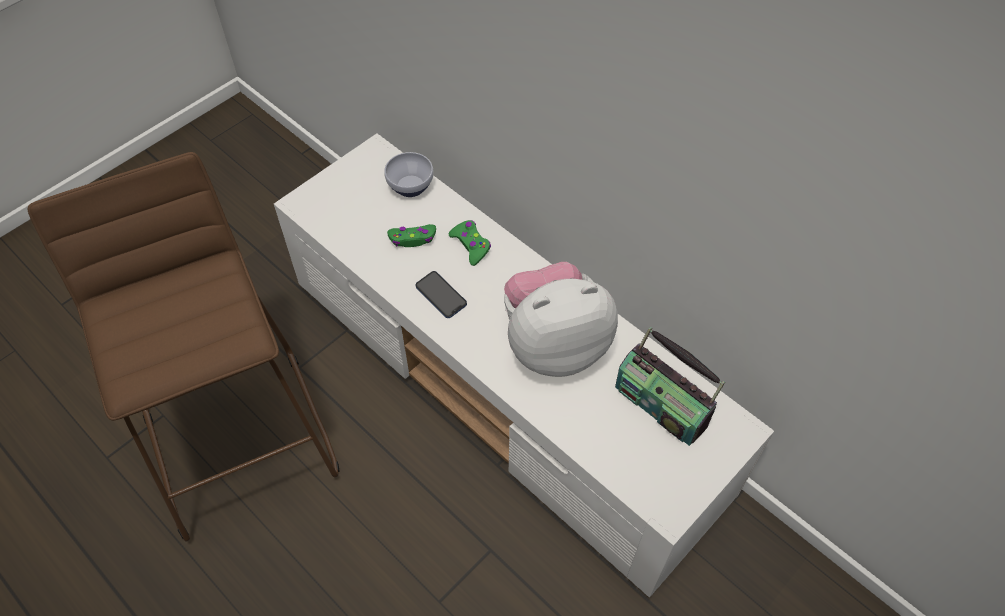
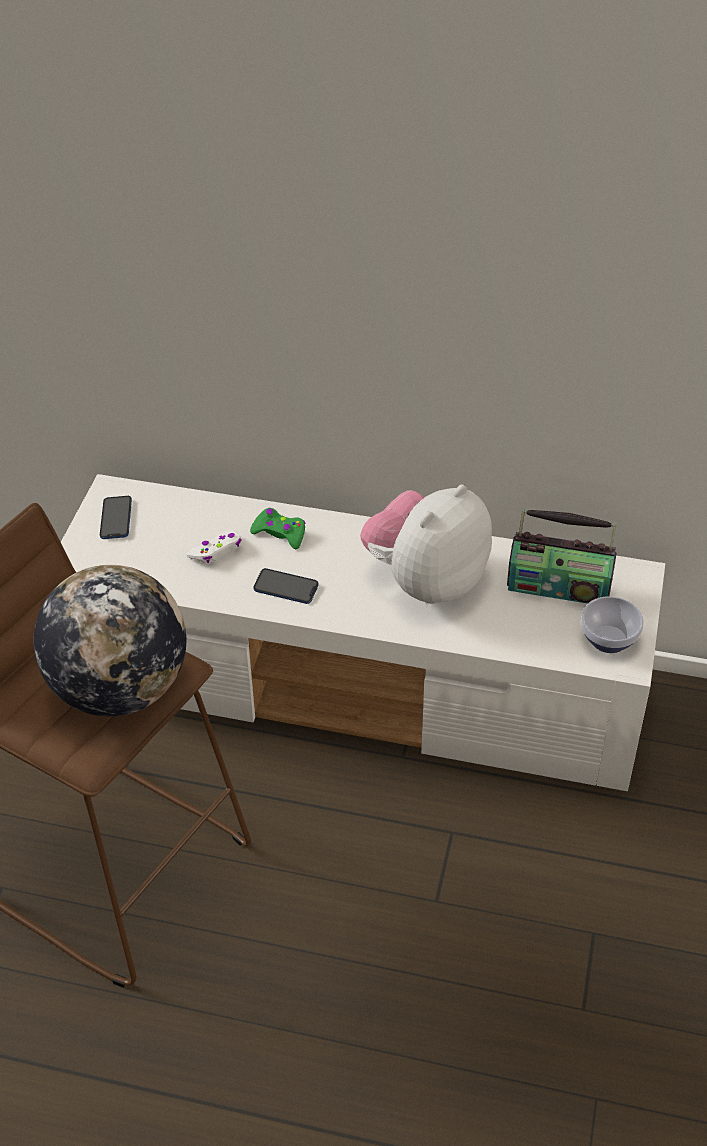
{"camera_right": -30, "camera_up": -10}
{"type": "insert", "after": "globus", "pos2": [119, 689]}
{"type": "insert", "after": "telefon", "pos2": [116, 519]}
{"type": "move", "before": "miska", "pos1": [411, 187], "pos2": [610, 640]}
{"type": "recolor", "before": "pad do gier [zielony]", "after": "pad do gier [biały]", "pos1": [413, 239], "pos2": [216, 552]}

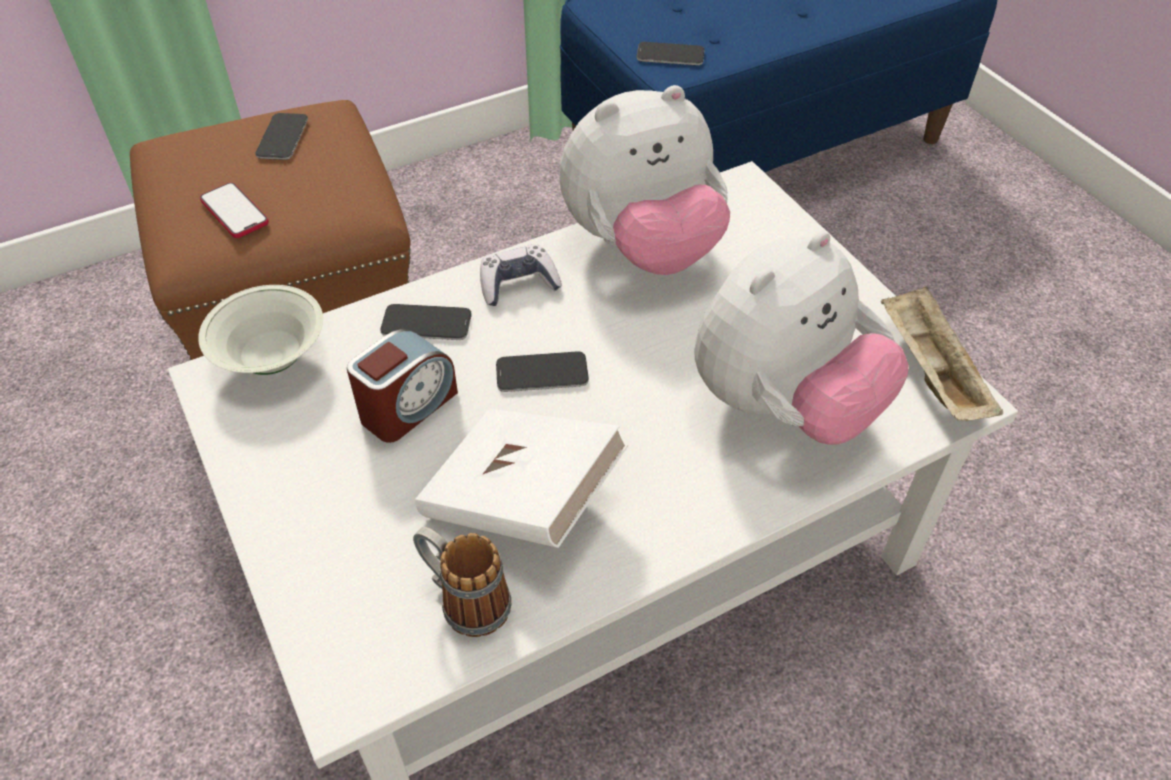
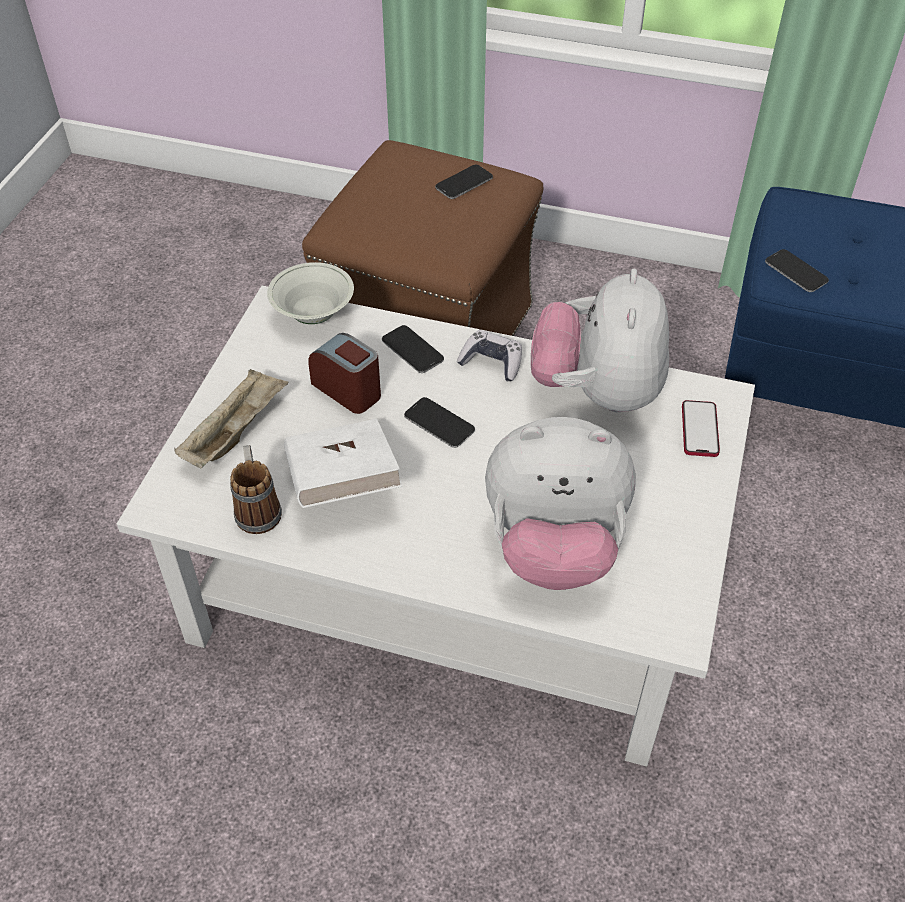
{"camera_right": 45, "camera_up": 0}
{"type": "move", "before": "telefon", "pos1": [235, 212], "pos2": [700, 430]}
{"type": "move", "before": "taca [beżowy]", "pos1": [929, 371], "pos2": [235, 432]}
{"type": "rotate", "before": "budzik", "pos1": [408, 407], "pos2": [348, 390], "turn": -135}
{"type": "rotate", "before": "pluszak", "pos1": [643, 247], "pos2": [597, 391], "turn": 75}

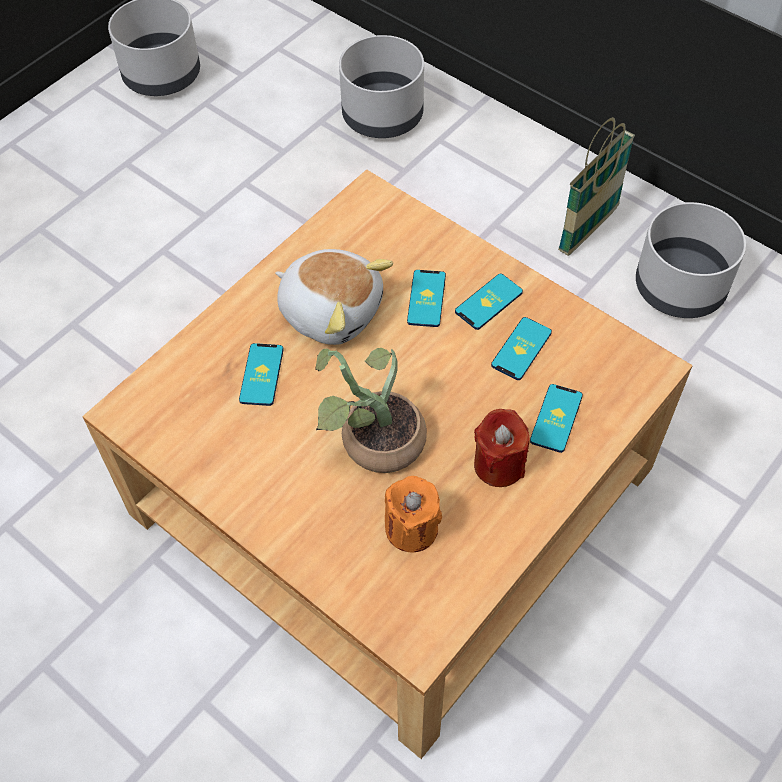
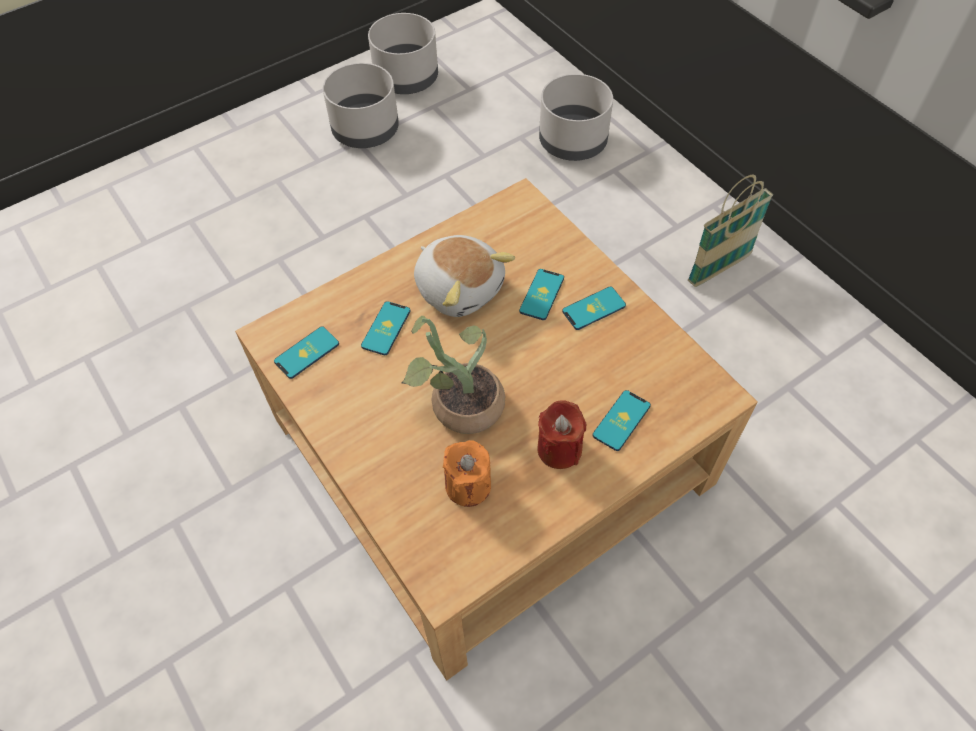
{"camera_right": 15, "camera_up": 0}
{"type": "move", "before": "telefon", "pos1": [521, 349], "pos2": [307, 353]}
{"type": "move", "before": "donica [szary]", "pos1": [681, 287], "pos2": [366, 130]}

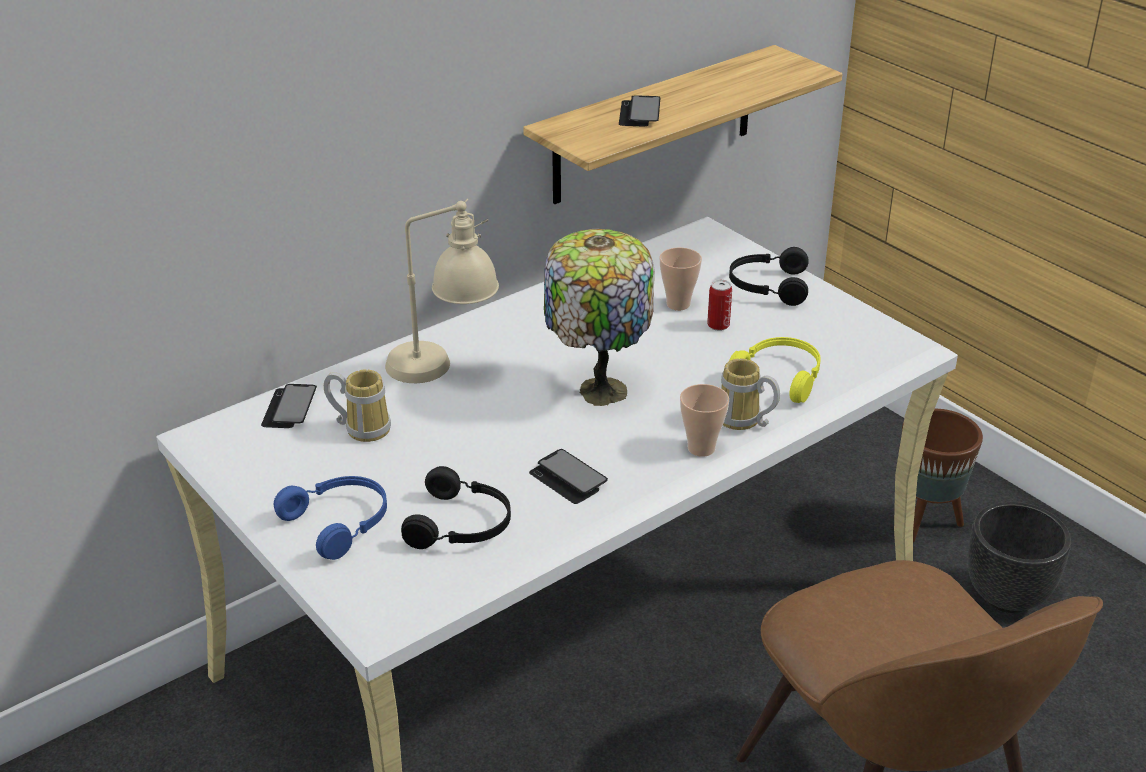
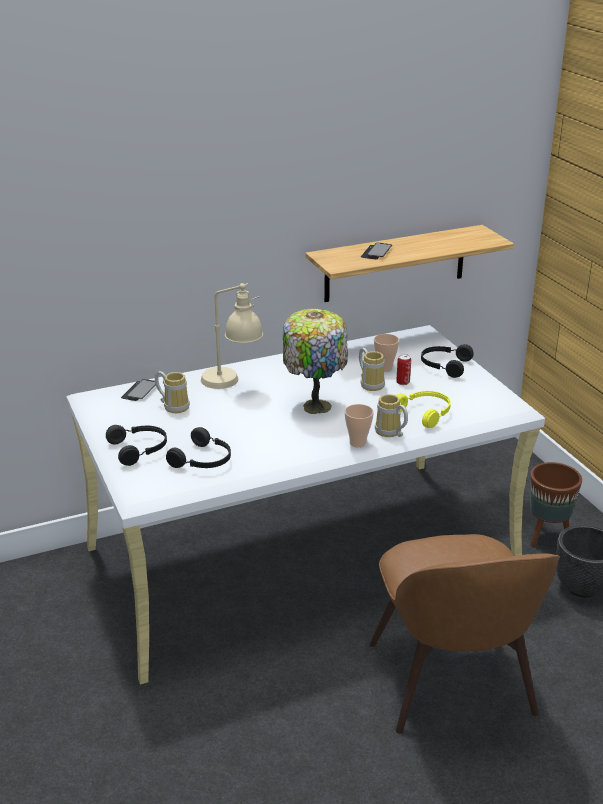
{"camera_right": 15, "camera_up": -5}
{"type": "delete", "before": "telefon", "pos1": [568, 478]}
{"type": "insert", "after": "kubek", "pos2": [371, 384]}
{"type": "recolor", "before": "słuchawki [niebieski]", "after": "słuchawki [czarny]", "pos1": [340, 523], "pos2": [139, 449]}

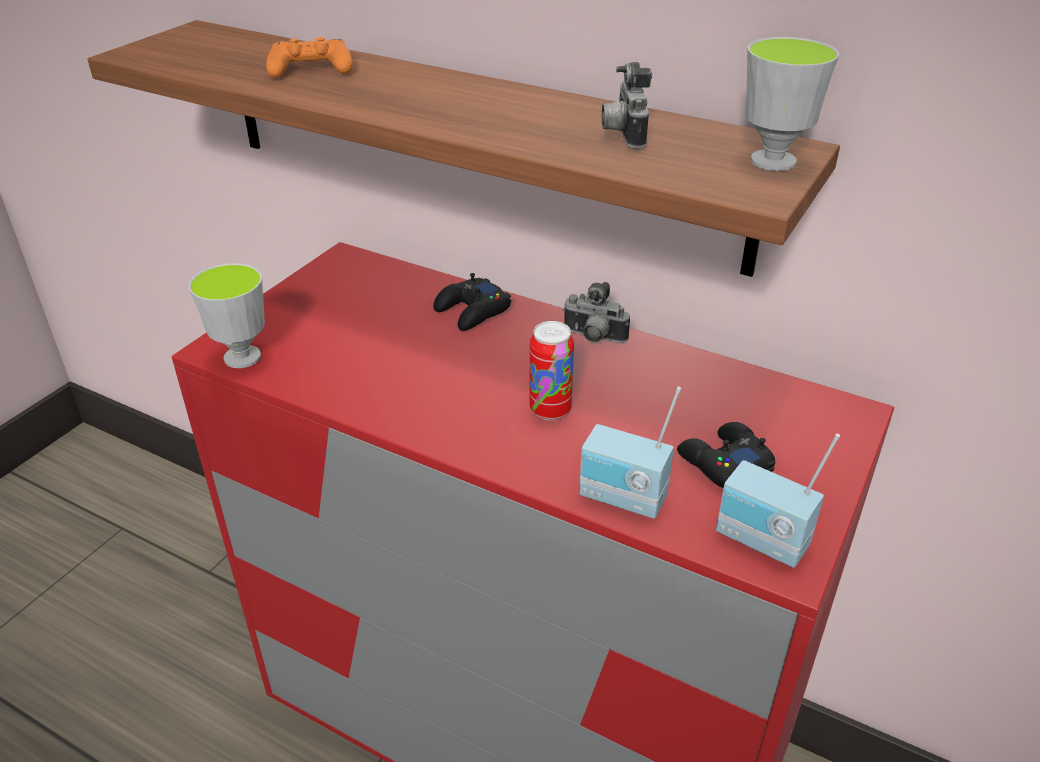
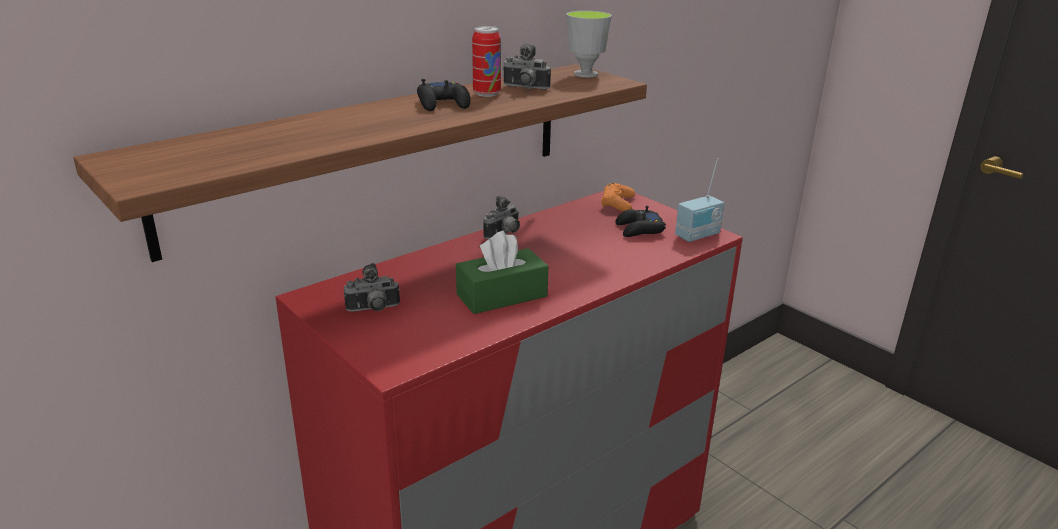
{"camera_right": -70, "camera_up": -10}
{"type": "delete", "before": "filiżanka", "pos1": [242, 357]}
{"type": "delete", "before": "radio", "pos1": [622, 499]}
{"type": "insert", "after": "aparat fotograficzny", "pos2": [373, 310]}
{"type": "insert", "after": "pudełko chusteczek [zielony]", "pos2": [502, 295]}
{"type": "move", "before": "pad do gier [pomarańczowy]", "pos1": [311, 70], "pos2": [617, 203]}
{"type": "move", "before": "pad do gier [czarny]", "pos1": [472, 311], "pos2": [443, 104]}
{"type": "move", "before": "puszka", "pos1": [550, 410], "pos2": [486, 93]}

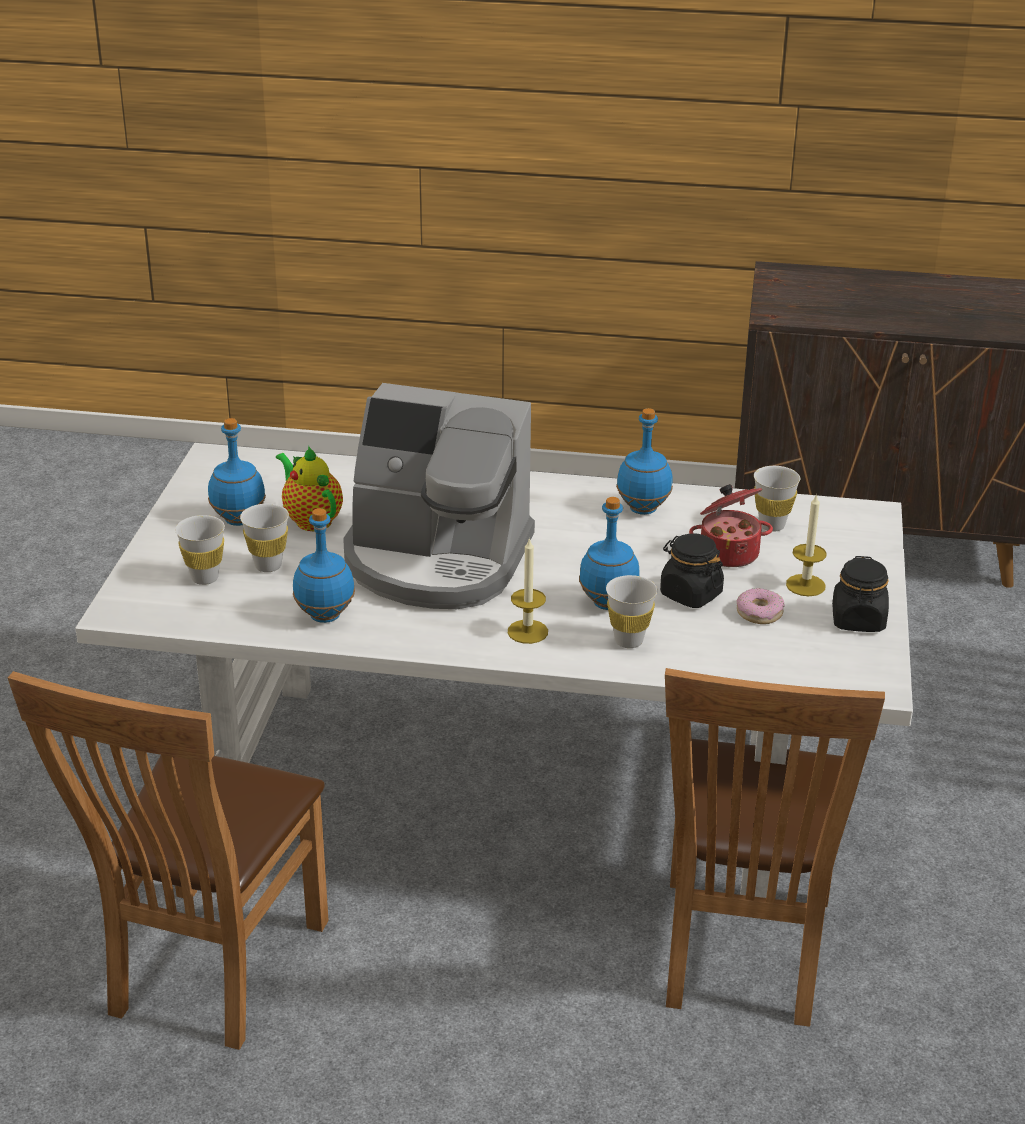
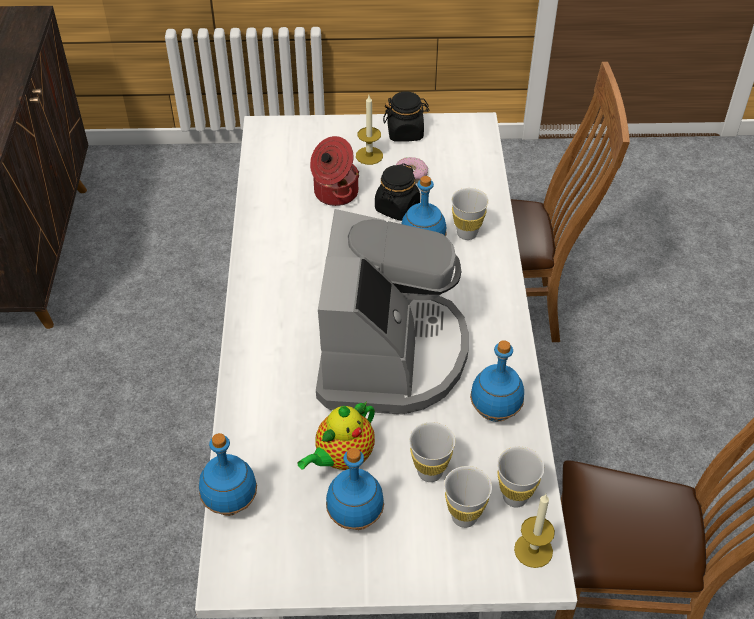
{"camera_right": -100, "camera_up": 15}
{"type": "move", "before": "świeca", "pos1": [527, 631], "pos2": [533, 550]}
{"type": "move", "before": "butelka [niebieski]", "pos1": [643, 509], "pos2": [230, 503]}
{"type": "move", "before": "filiżanka [biały]", "pos1": [772, 525], "pos2": [515, 497]}

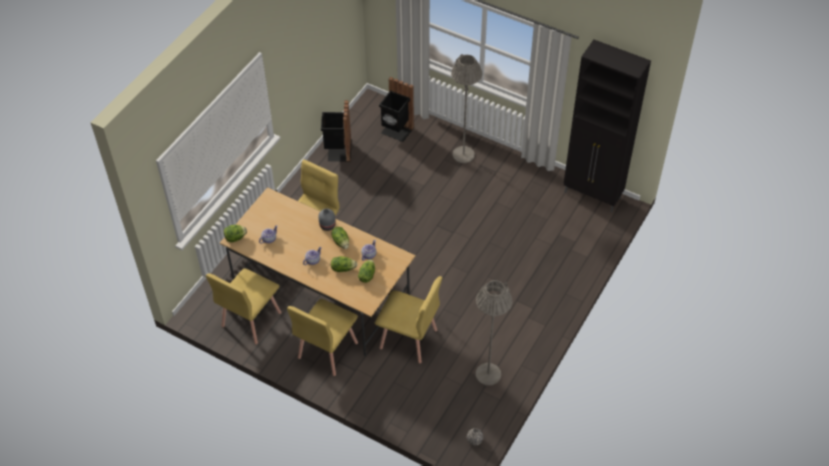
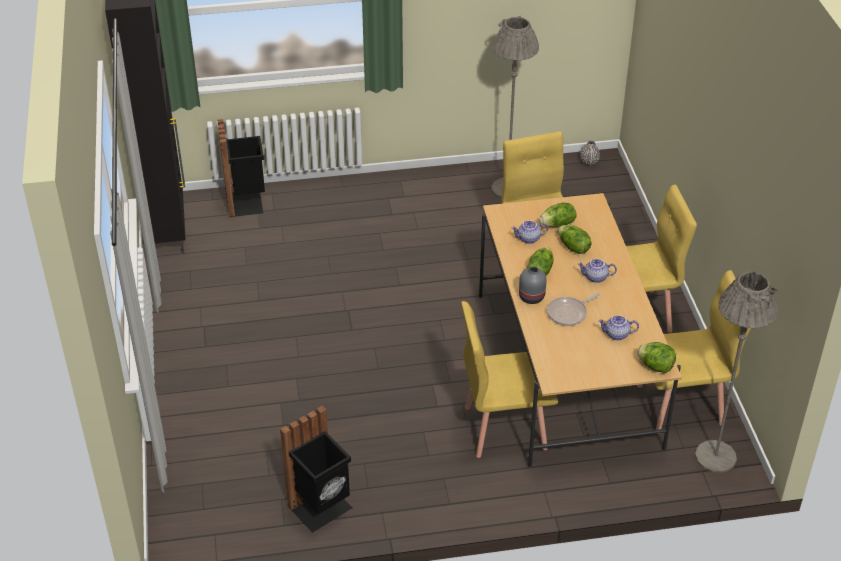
{"camera_right": -130, "camera_up": -10}
{"type": "insert", "after": "patelnia", "pos2": [569, 313]}
{"type": "move", "before": "kosz na śmieci [czarny]", "pos1": [396, 131], "pos2": [246, 202]}
{"type": "move", "before": "lampa stojąca [szary]", "pos1": [463, 155], "pos2": [715, 456]}

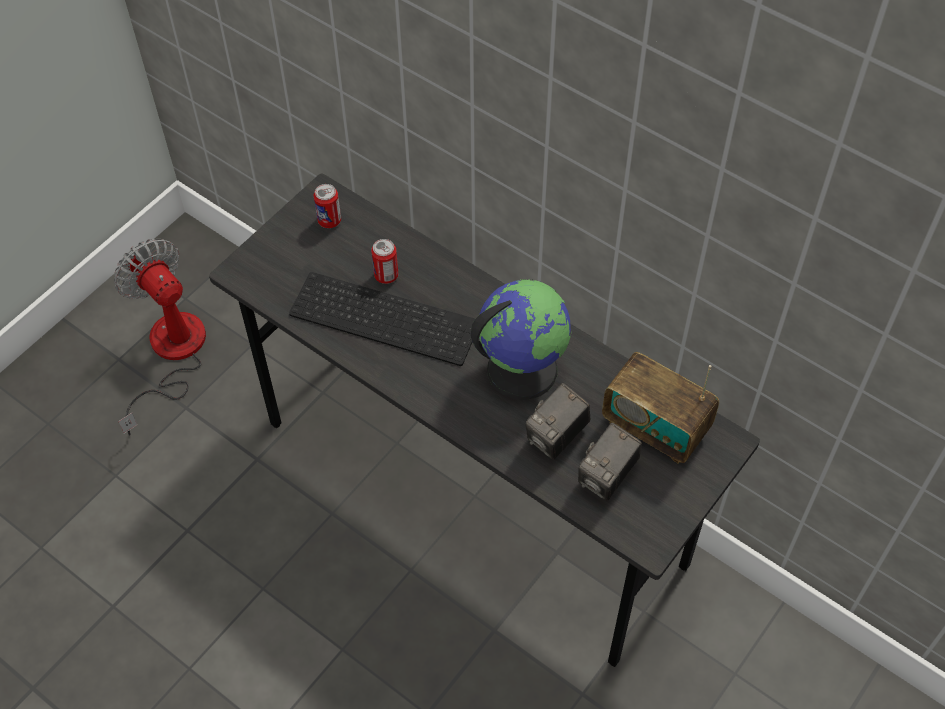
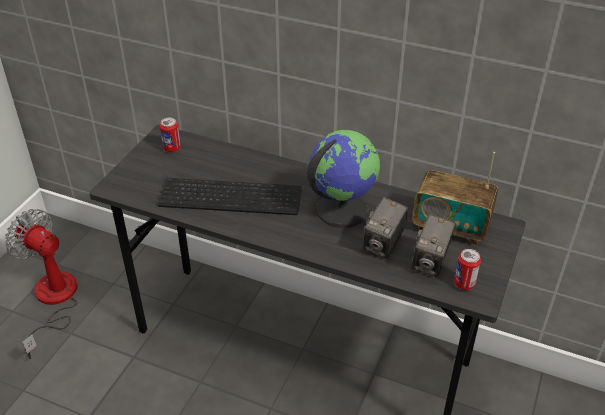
{"camera_right": -15, "camera_up": -15}
{"type": "move", "before": "puszka", "pos1": [386, 275], "pos2": [464, 283]}

